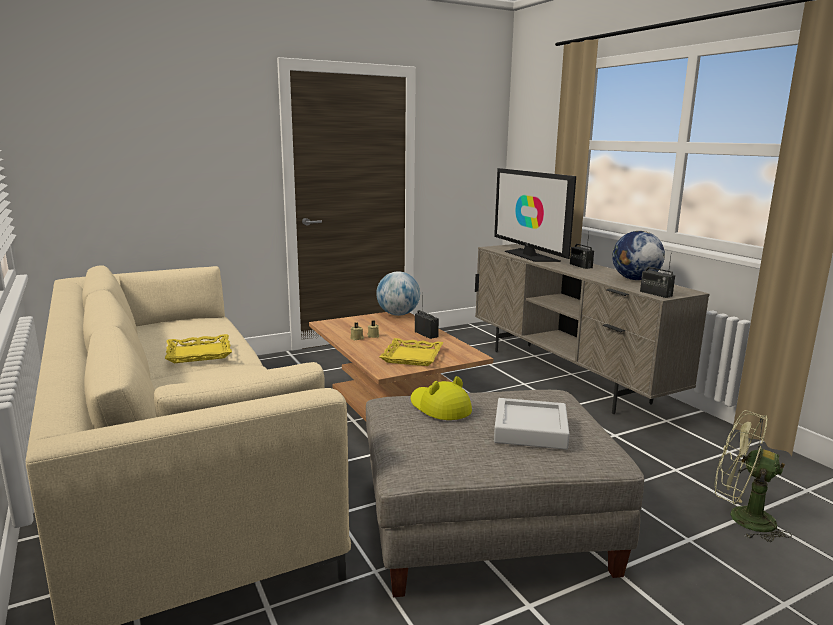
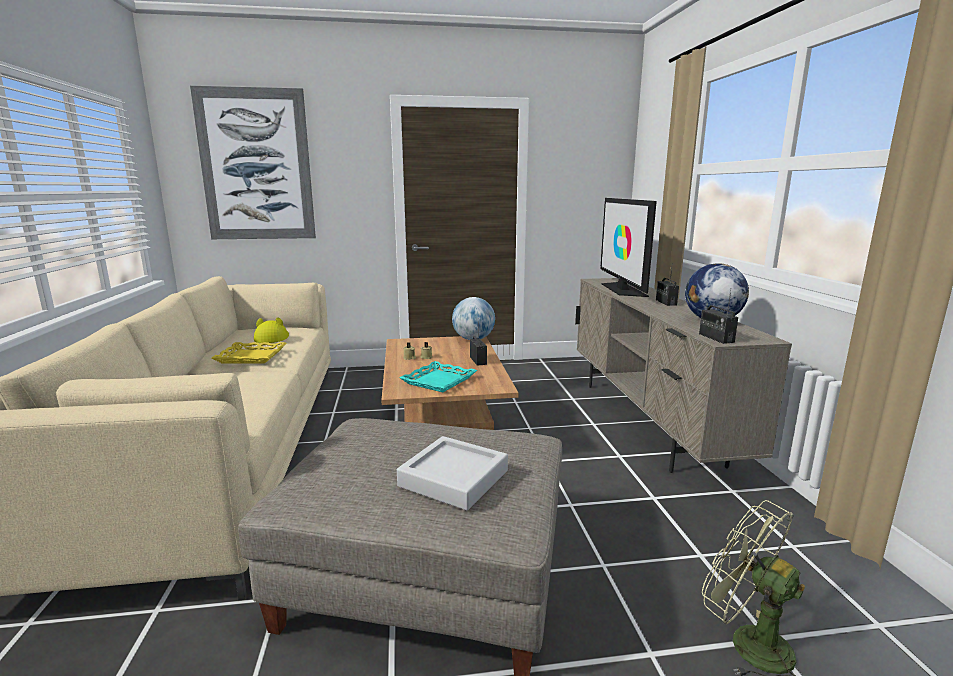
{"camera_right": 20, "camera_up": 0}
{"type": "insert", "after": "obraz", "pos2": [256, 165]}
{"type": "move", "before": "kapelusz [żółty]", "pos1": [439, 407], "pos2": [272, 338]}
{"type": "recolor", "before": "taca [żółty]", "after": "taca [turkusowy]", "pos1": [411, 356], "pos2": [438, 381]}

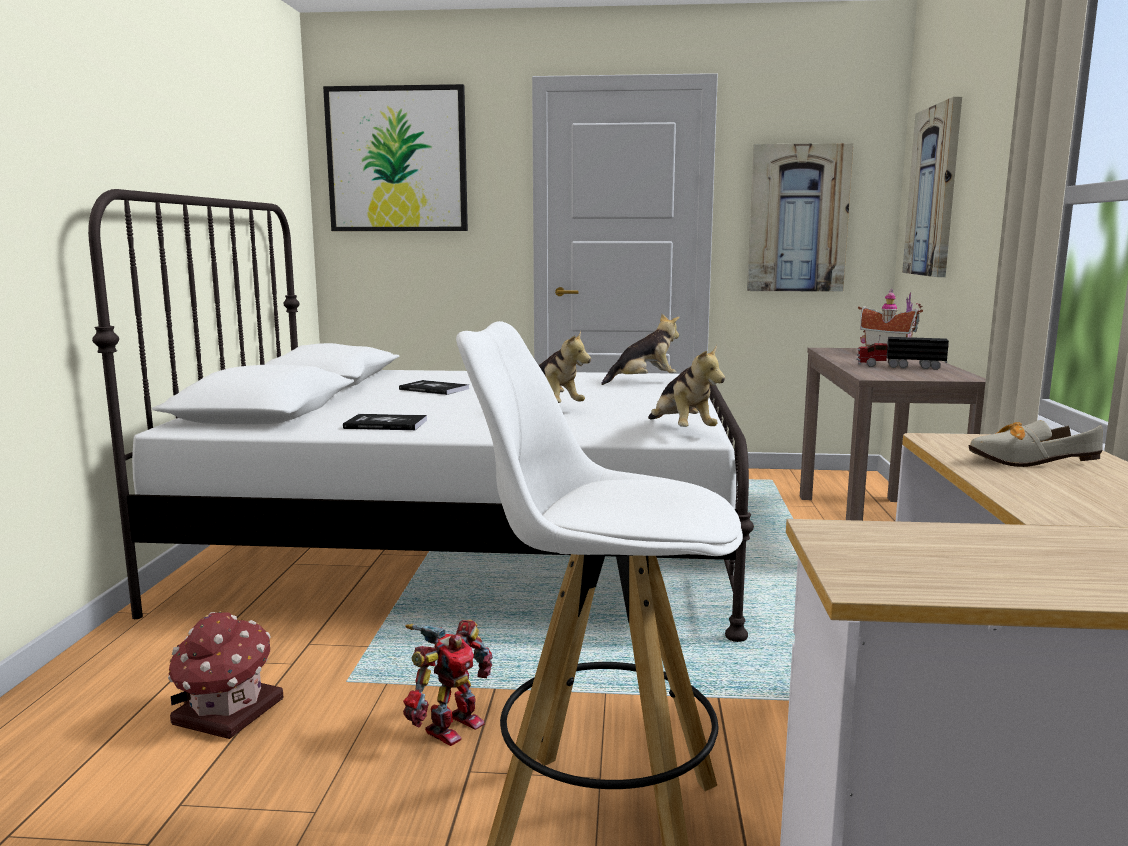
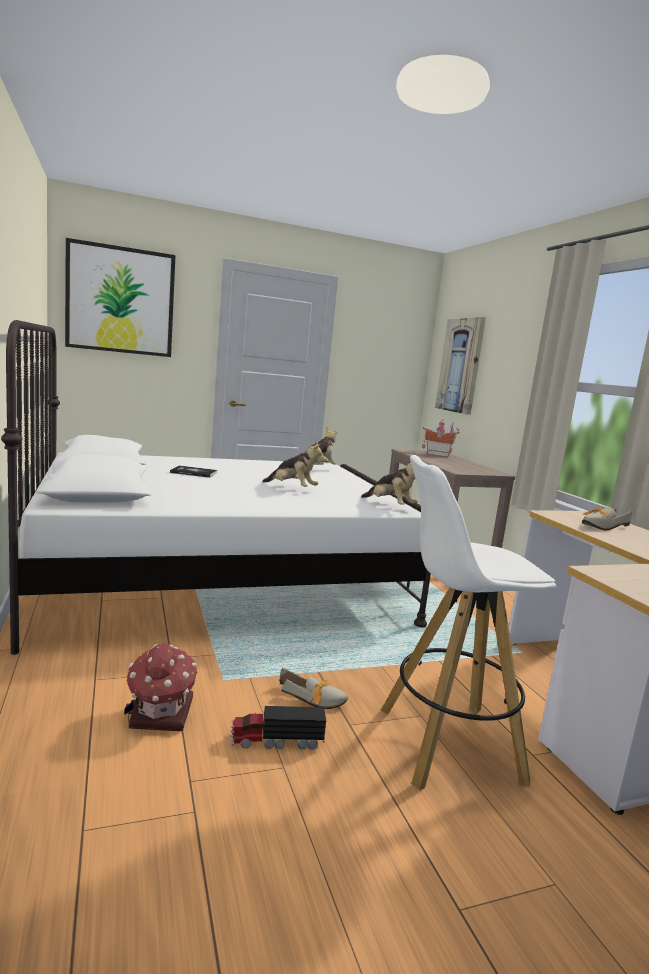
{"camera_right": -25, "camera_up": 0}
{"type": "delete", "before": "książka", "pos1": [386, 424]}
{"type": "delete", "before": "obraz", "pos1": [798, 218]}
{"type": "move", "before": "ciężarówka zabawkowa", "pos1": [899, 366], "pos2": [276, 740]}
{"type": "replace", "before": "robot zabawkowy", "after": "but", "pos1": [451, 726], "pos2": [315, 699]}

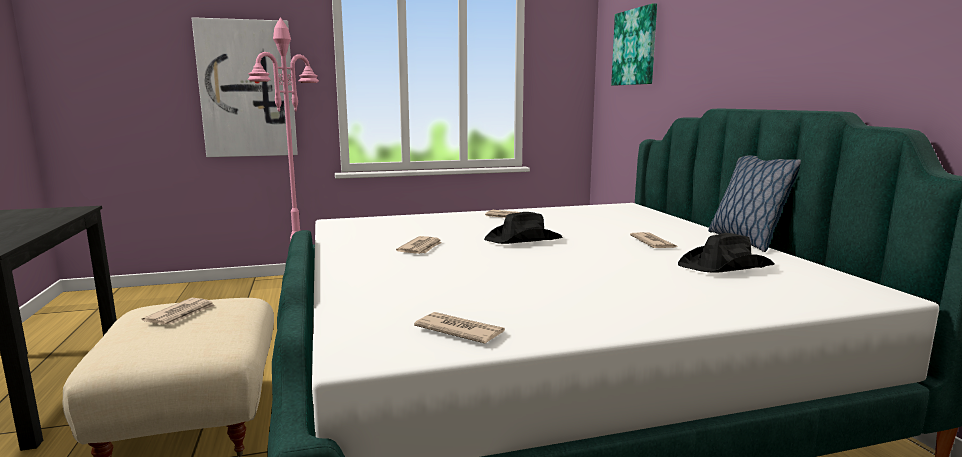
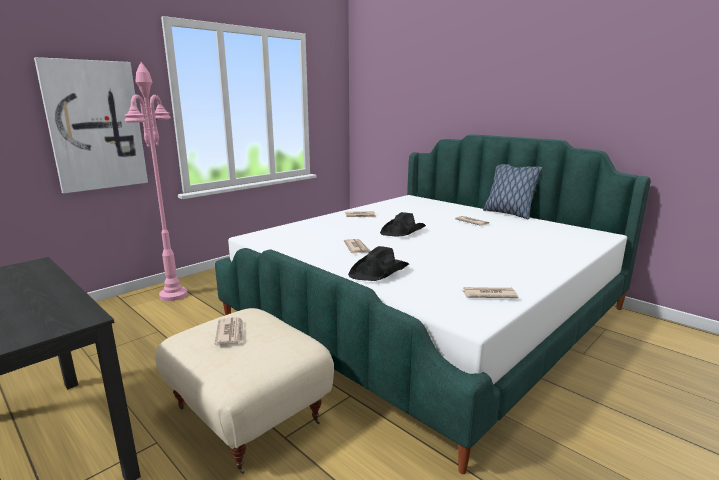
{"camera_right": -30, "camera_up": 5}
{"type": "delete", "before": "obraz", "pos1": [635, 47]}
{"type": "move", "before": "kapelusz [czarny]", "pos1": [726, 266], "pos2": [380, 271]}

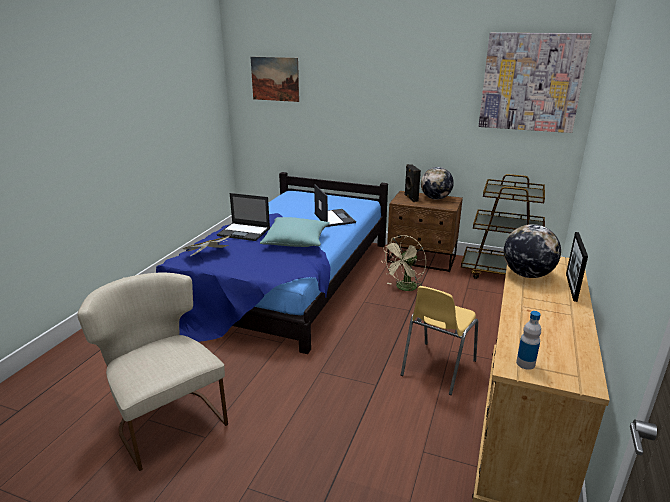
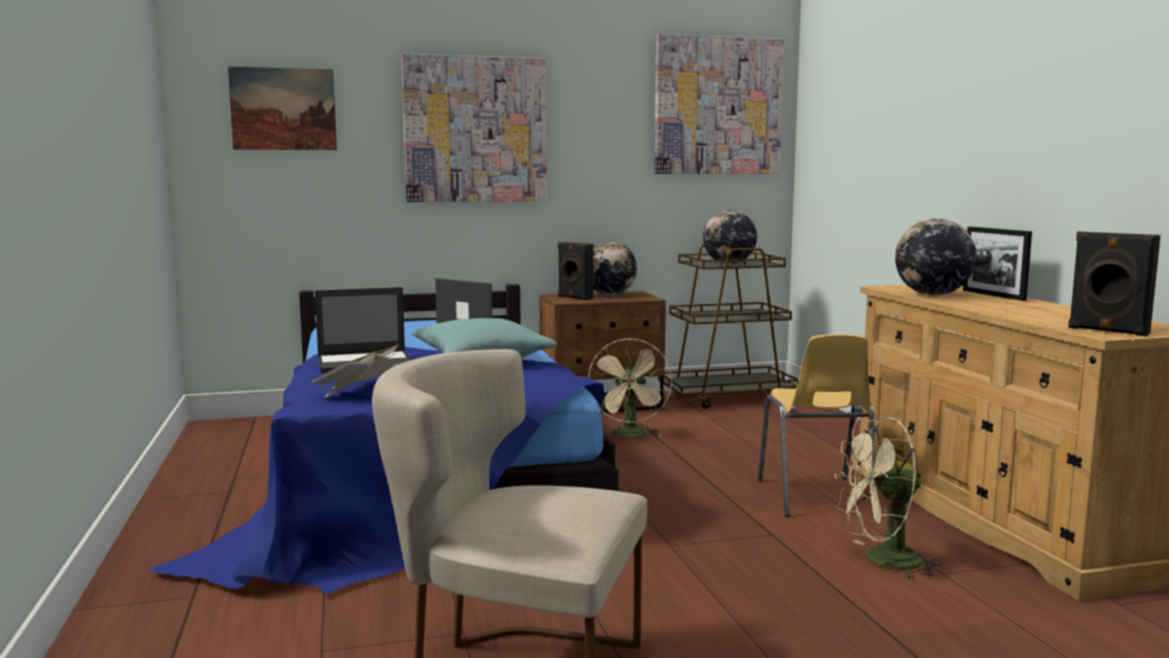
{"camera_right": -35, "camera_up": -15}
{"type": "insert", "after": "obraz", "pos2": [475, 129]}
{"type": "insert", "after": "globus", "pos2": [729, 264]}
{"type": "insert", "after": "wentylator [beżowy]", "pos2": [882, 561]}
{"type": "replace", "before": "butelka", "after": "głośnik [czarny]", "pos1": [525, 363], "pos2": [1107, 331]}

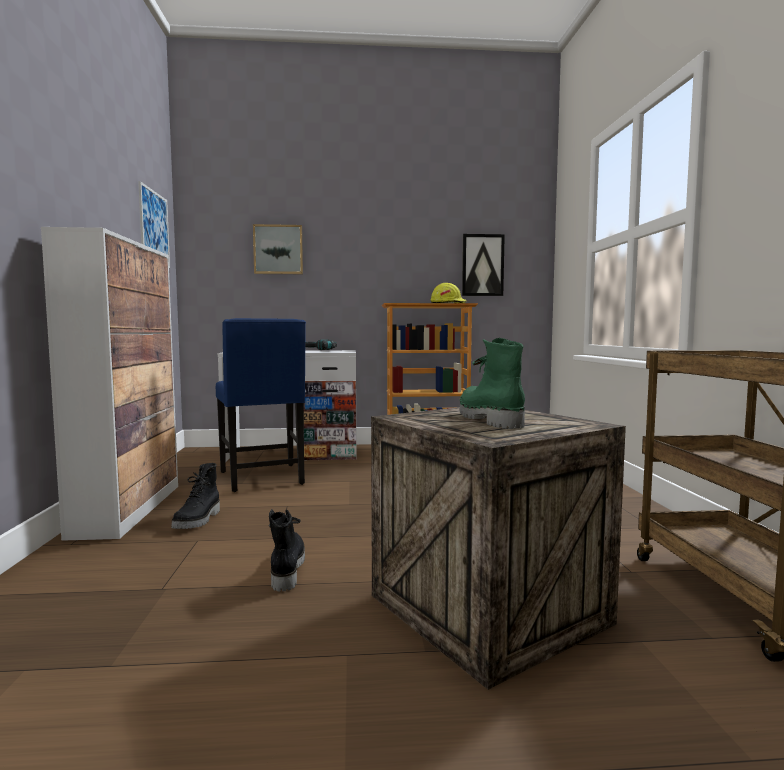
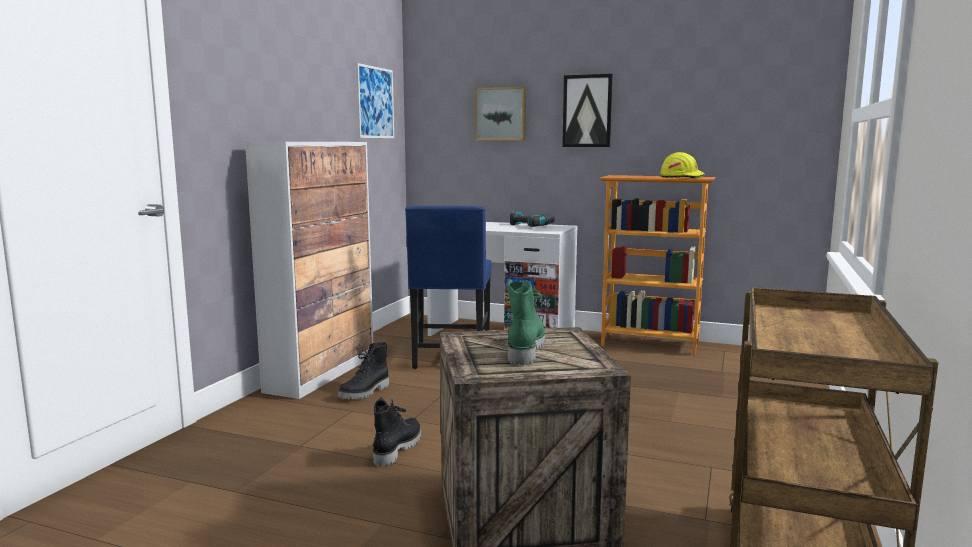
{"camera_right": 25, "camera_up": 5}
{"type": "move", "before": "obraz", "pos1": [482, 265], "pos2": [587, 111]}

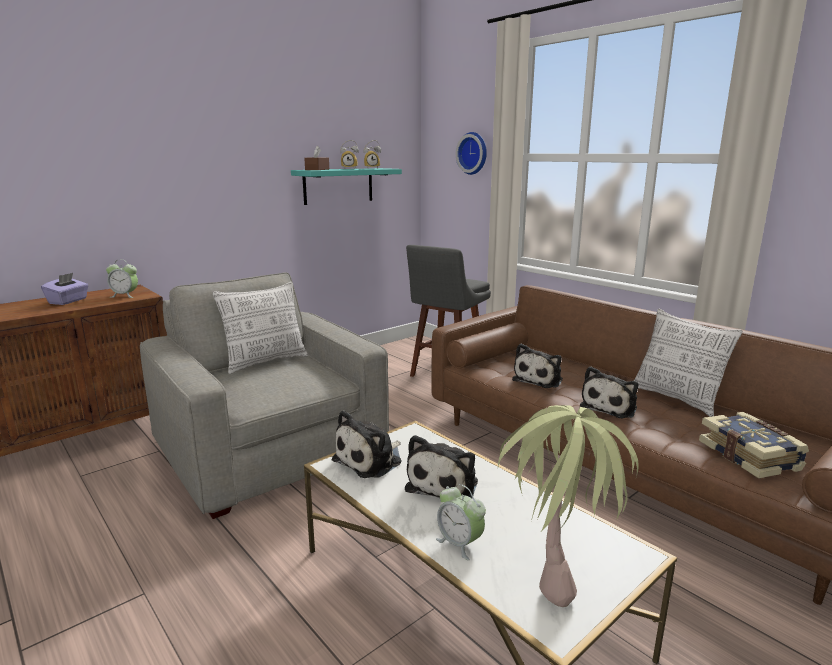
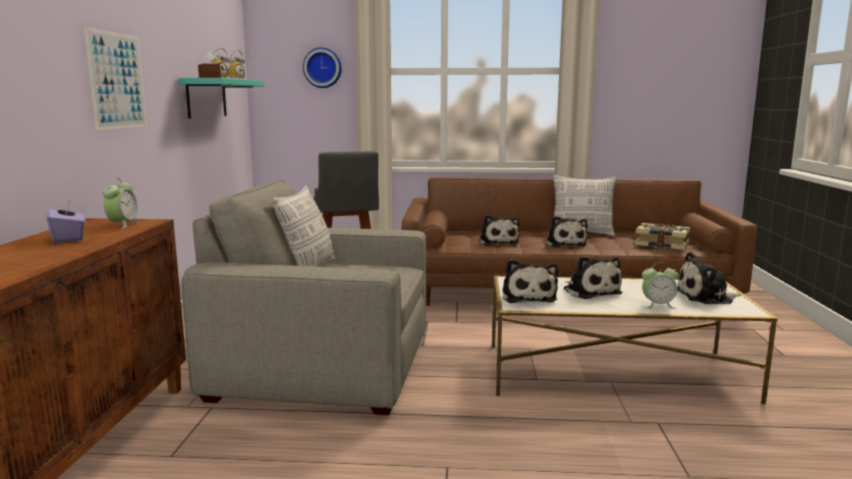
{"camera_right": -45, "camera_up": -5}
{"type": "insert", "after": "obraz", "pos2": [117, 81]}
{"type": "replace", "before": "roślina doniczkowa", "after": "pluszak", "pos1": [559, 568], "pos2": [706, 297]}
{"type": "rotate", "before": "budzik", "pos1": [125, 295], "pos2": [123, 225], "turn": -45}

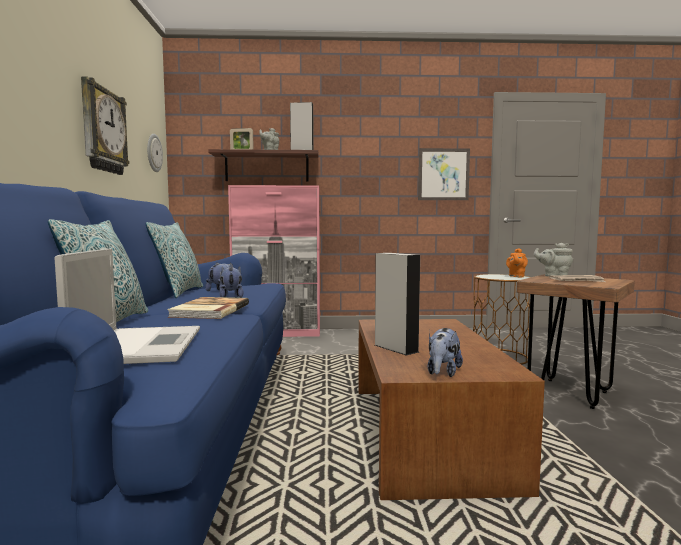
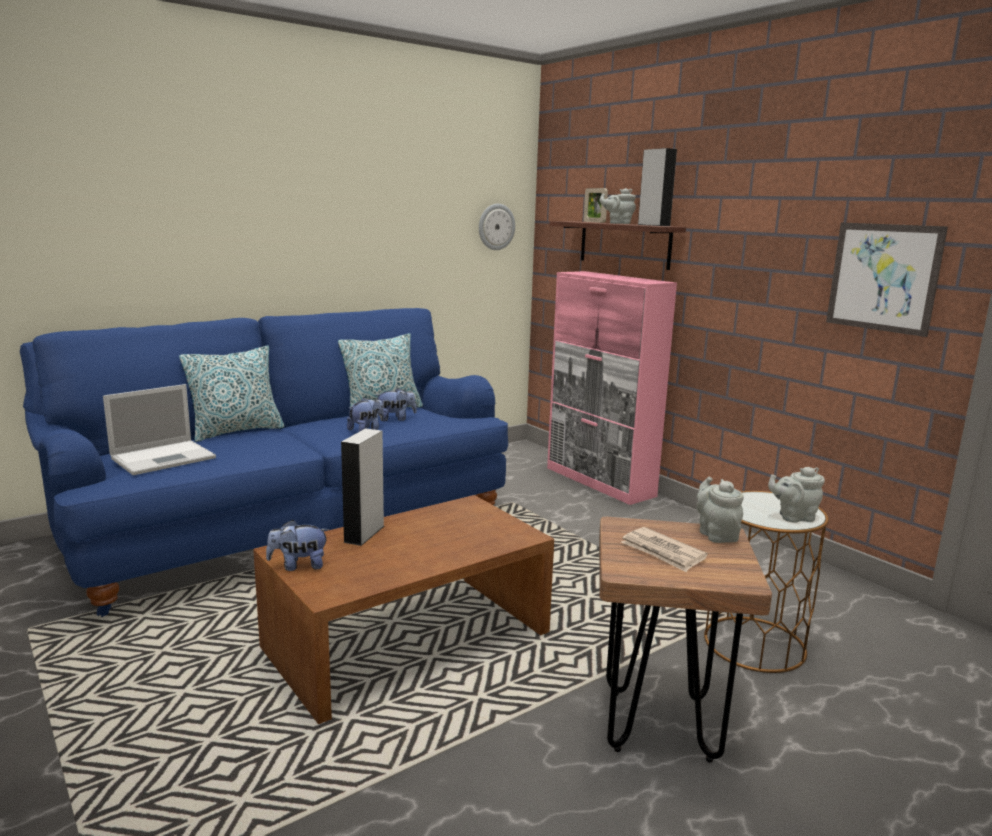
{"camera_right": 55, "camera_up": 10}
{"type": "delete", "before": "zegar ścienny", "pos1": [102, 130]}
{"type": "delete", "before": "książka", "pos1": [209, 310]}
{"type": "recolor", "before": "imbryk [pomarańczowy]", "after": "imbryk [szary]", "pos1": [516, 276], "pos2": [793, 517]}

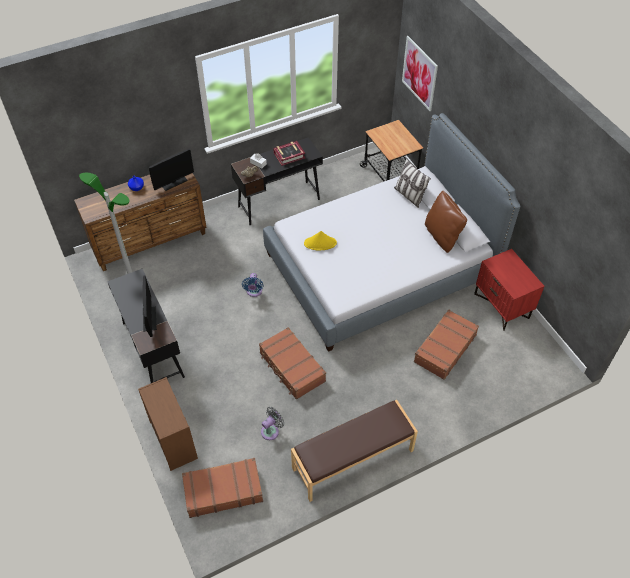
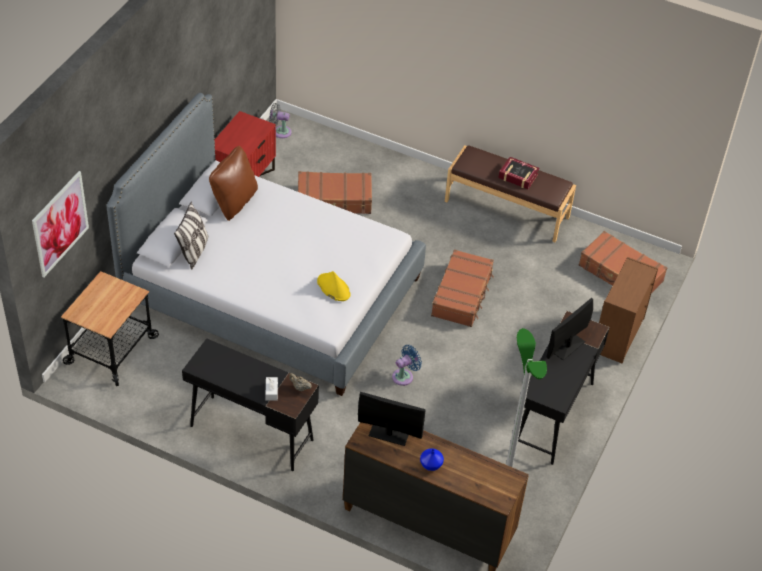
{"camera_right": -130, "camera_up": -5}
{"type": "move", "before": "wentylator [szary]", "pos1": [271, 430], "pos2": [280, 132]}
{"type": "move", "before": "książka", "pos1": [289, 155], "pos2": [518, 176]}

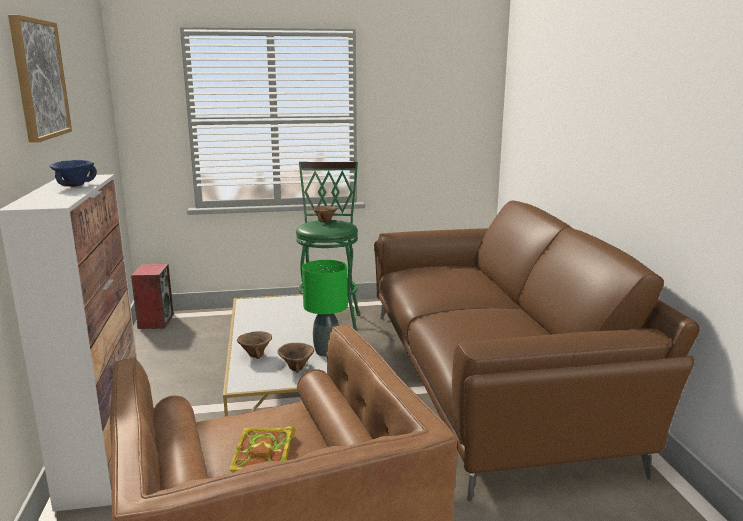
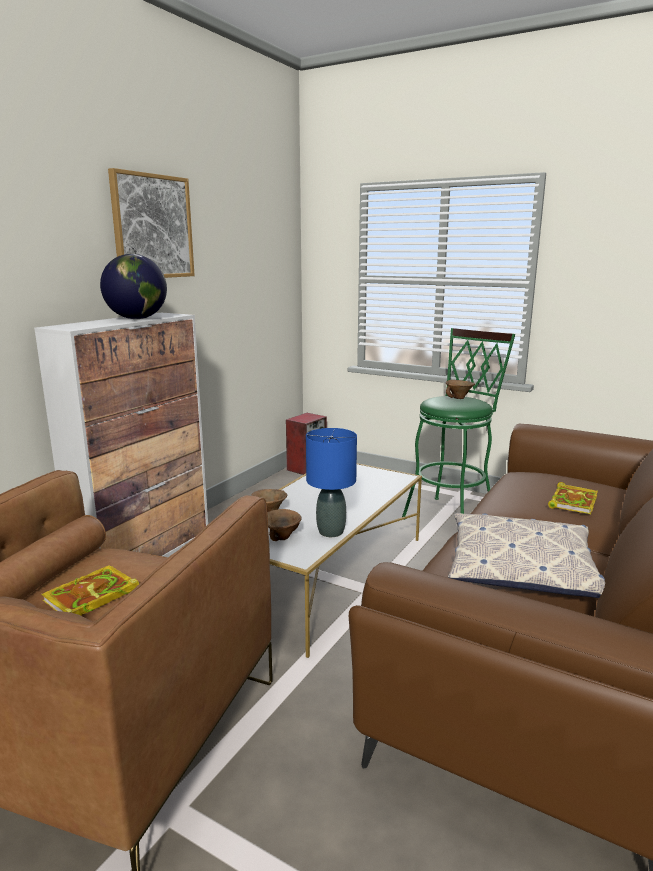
{"camera_right": 40, "camera_up": 0}
{"type": "insert", "after": "poduszka", "pos2": [521, 567]}
{"type": "insert", "after": "książka", "pos2": [572, 501]}
{"type": "replace", "before": "miska [niebieski]", "after": "globus", "pos1": [76, 185], "pos2": [137, 319]}
{"type": "recolor", "before": "lampa stołowa [zielony]", "after": "lampa stołowa [niebieski]", "pos1": [326, 352], "pos2": [330, 532]}

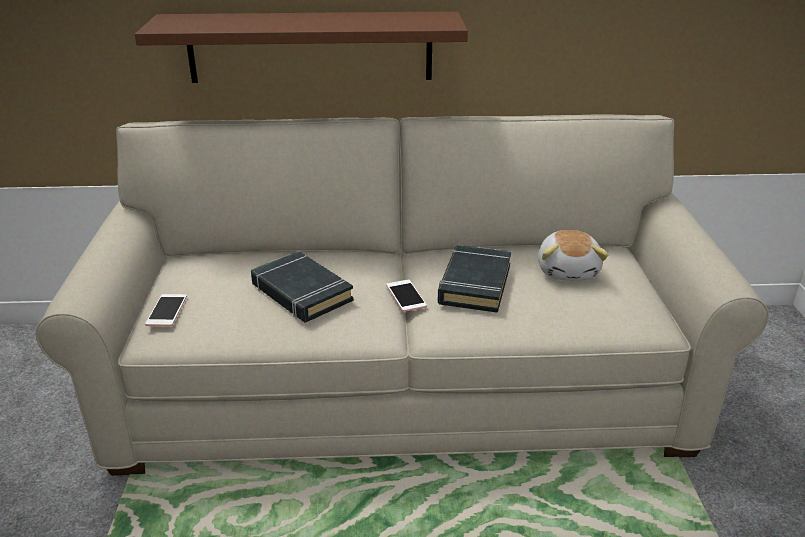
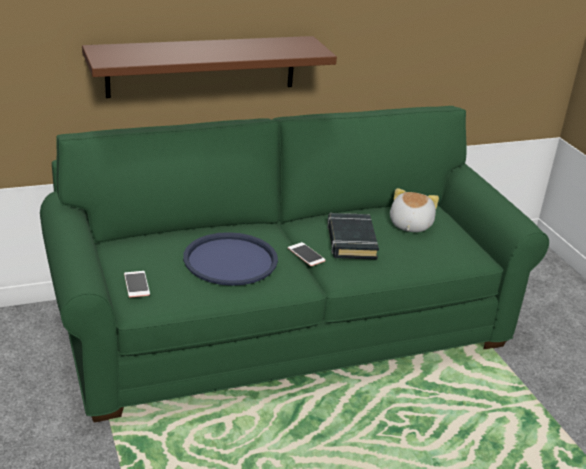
{"camera_right": -20, "camera_up": 0}
{"type": "replace", "before": "książka [czarny]", "after": "taca [niebieski]", "pos1": [301, 293], "pos2": [230, 260]}
{"type": "recolor", "before": "kanapa [beżowy]", "after": "kanapa [zielony]", "pos1": [404, 385], "pos2": [285, 325]}
{"type": "rotate", "before": "pluszak", "pos1": [568, 271], "pos2": [409, 225], "turn": -150}

